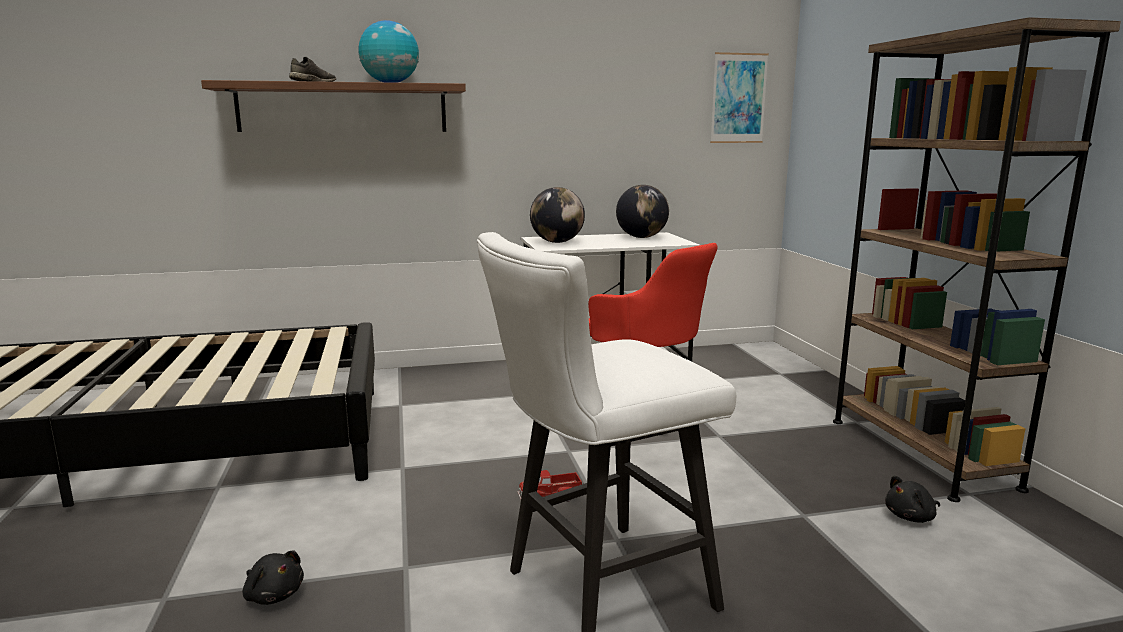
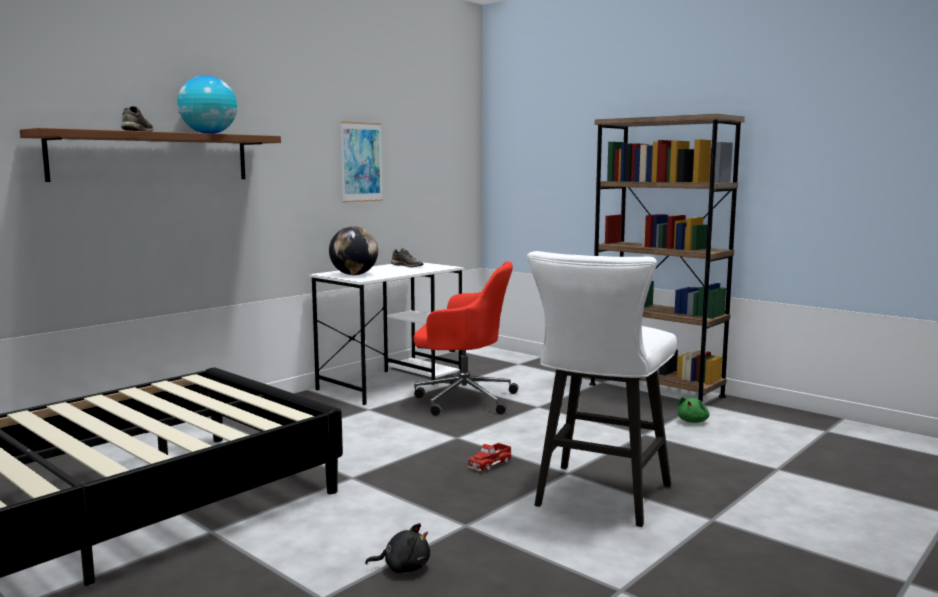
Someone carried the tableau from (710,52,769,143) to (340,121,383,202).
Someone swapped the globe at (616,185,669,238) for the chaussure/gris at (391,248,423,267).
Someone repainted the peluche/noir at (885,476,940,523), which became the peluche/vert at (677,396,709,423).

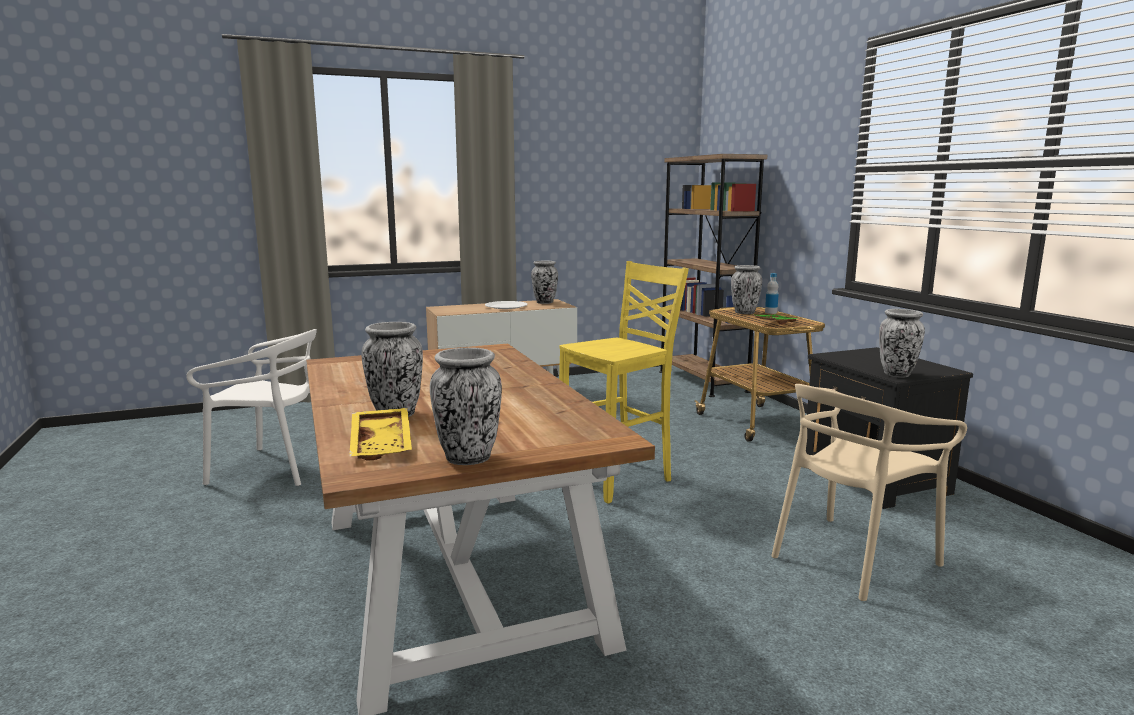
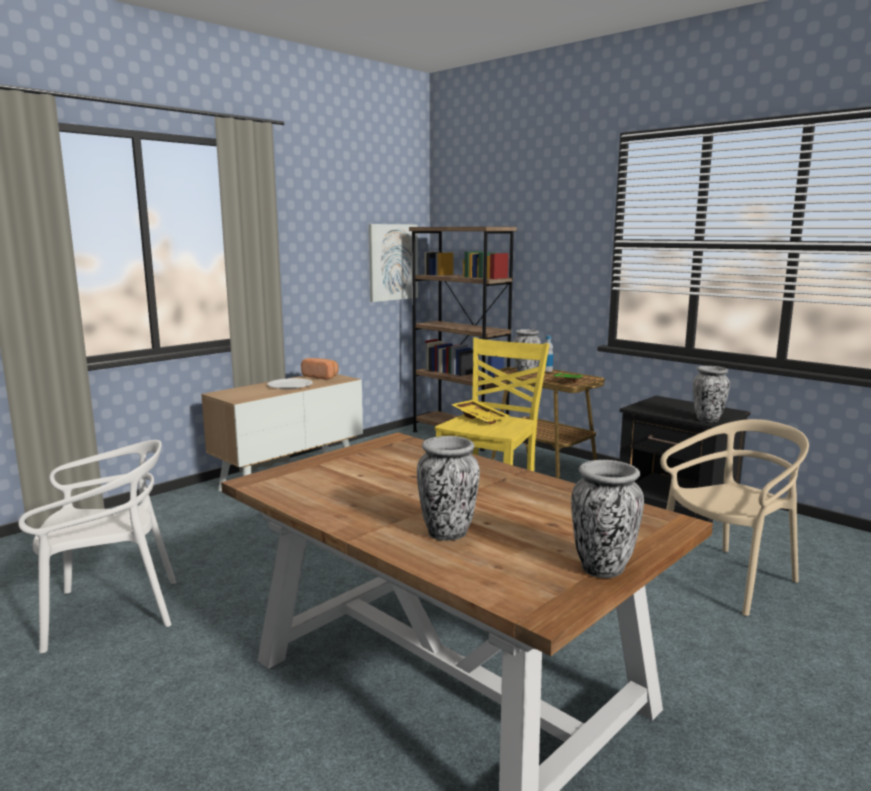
Someone put up the tableau at (368,224,418,302).
Someone carried the plateau/jaune from (349,408,412,461) to (451,400,510,424).
Someone swapped the vase at (531,261,558,304) for the pain at (301,358,339,380).
Someone rotated the chaise/beige at (771,384,967,601) by 150 degrees counterclockwise.

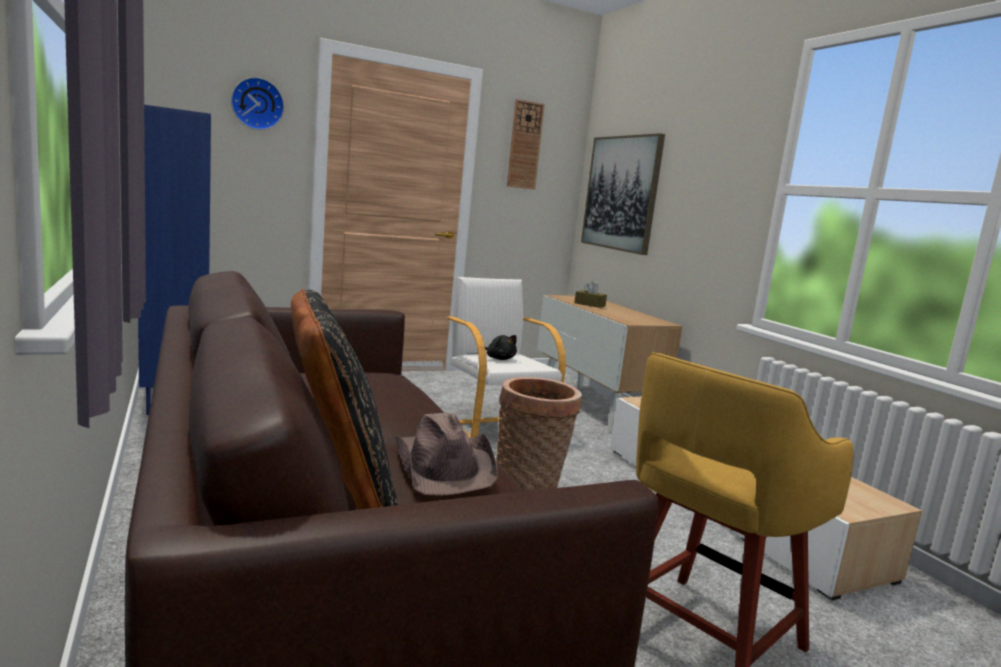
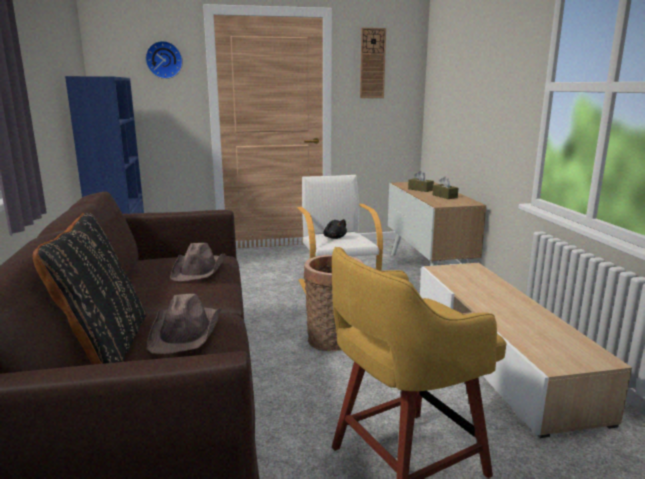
Someone took away the tableau at (581,133,665,255).
Someone put down the chapeau/marron at (170,243,226,281).
Someone put down the boîte à mouchoirs/marron at (432,176,458,199).

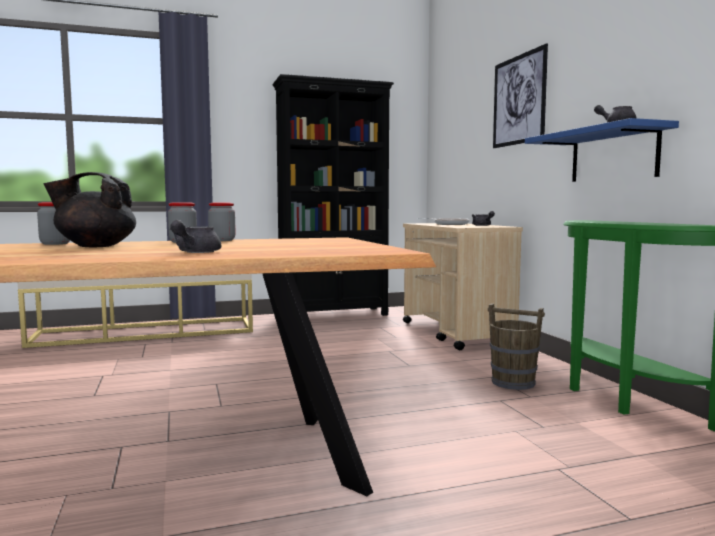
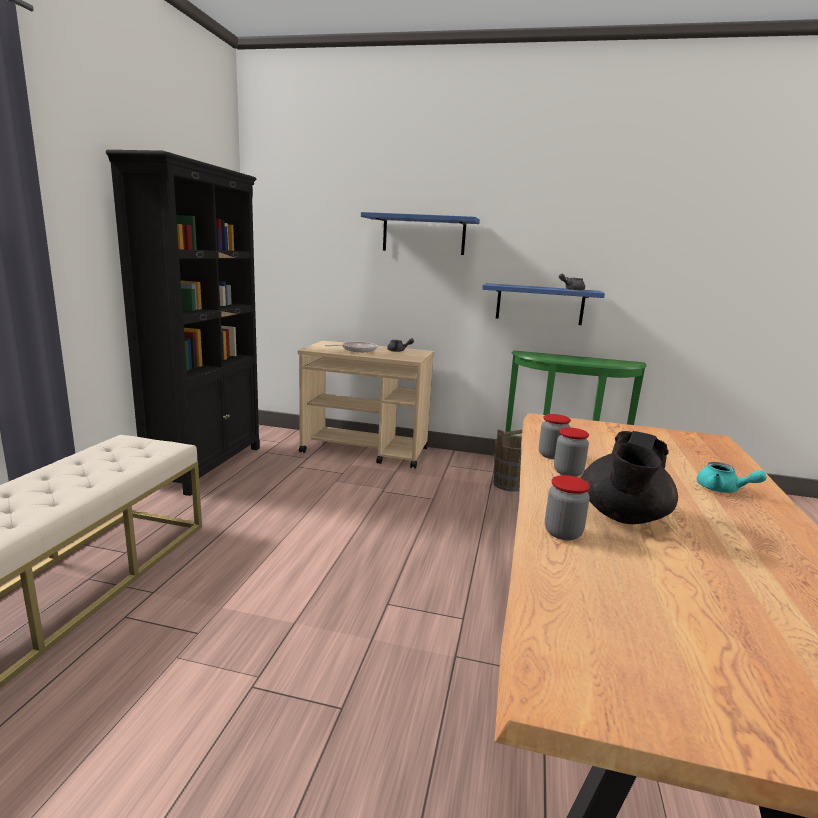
Someone swapped the tableau at (493,43,548,148) for the étagère/bleu at (361,212,480,255).
Someone repainted the théière/gris at (170,220,221,253), which became the théière/turquoise at (697,462,767,493).

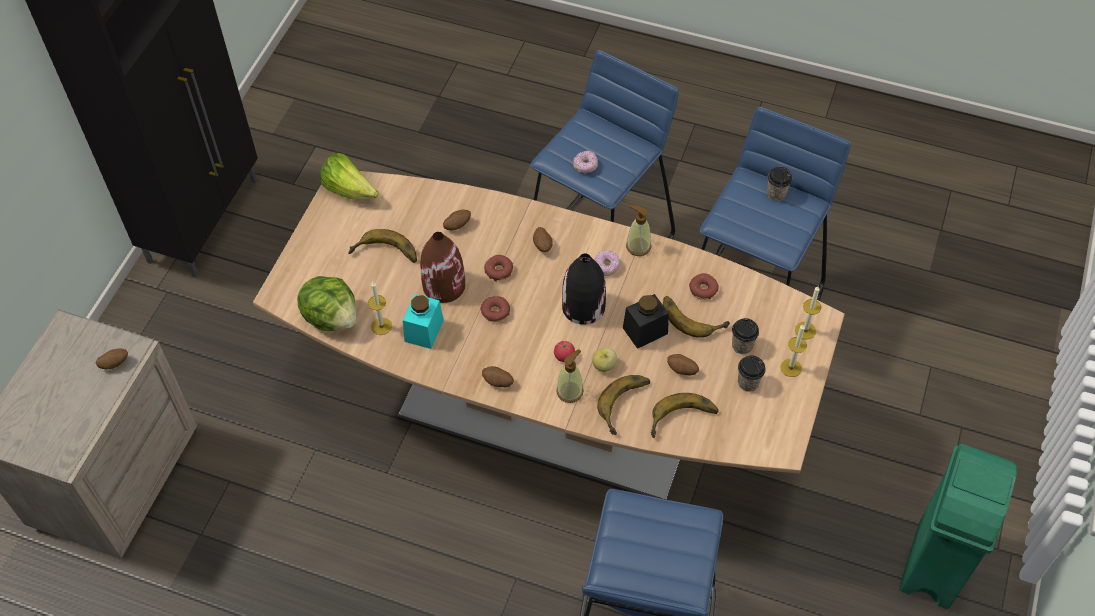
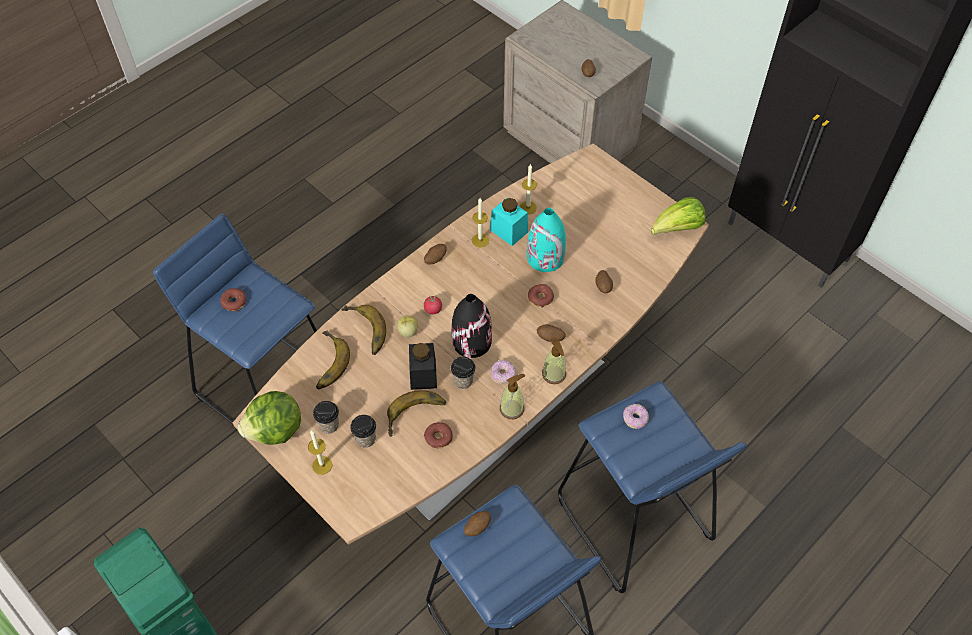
Someone took away the banane at (348,229,417,263).
Someone carried the laitue from (297,276,356,331) to (238,391,301,445).
Someone carried the beignet from (480,296,510,322) to (220,288,246,312).
Someone carried the distributeur de savon from (556,349,583,403) to (542,340,566,384).
Someone carried the pomme de terre from (667,354,699,376) to (464,511,491,536).
Someone carried the tasse from (767,167,792,201) to (451,357,475,389).
Someone carried the bougie from (795,286,821,339) to (472,198,489,248).
Someone repainted the vase/marron at (420,232,465,303), which became the vase/turquoise at (527,208,566,272).

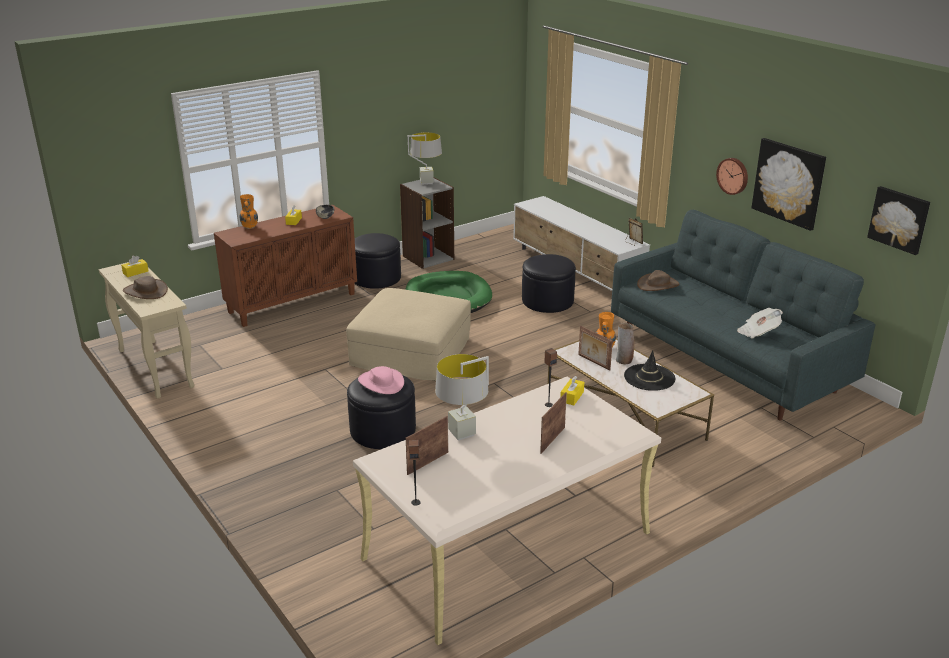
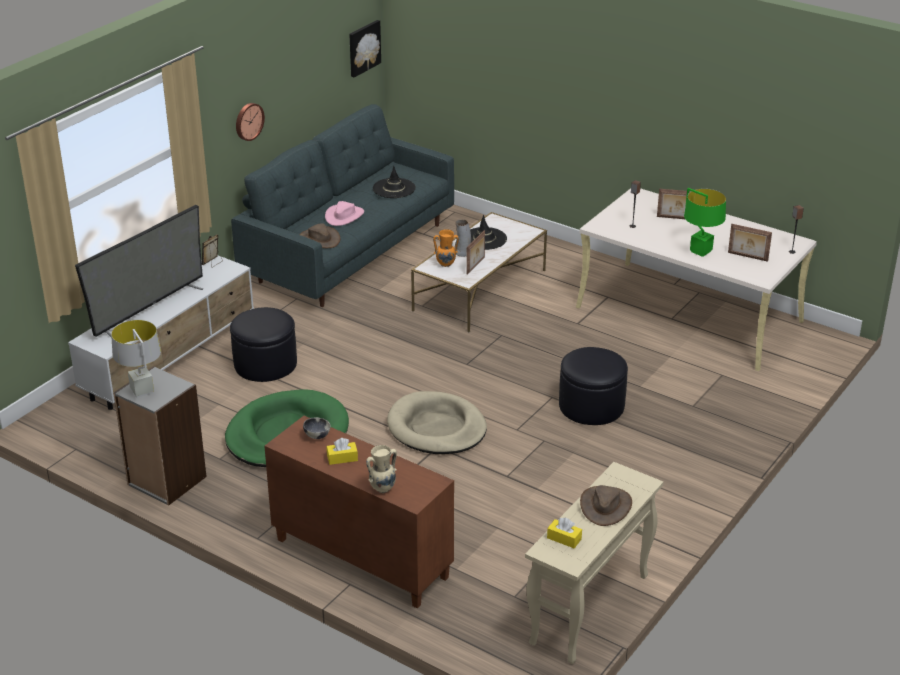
Someone took away the pouf/noir at (355,233,401,289).
Someone took away the boîte à mouchoirs/jaune at (560,376,584,405).
Someone took away the tableau at (751,138,826,231).
Someone put down the téléviseur at (75,205,203,338).
Someone carried the chapeau/rose from (358,366,404,394) to (325,201,364,226).
Someone swapped the pouf/beige at (346,288,471,381) for the panier pour chien/beige at (387,391,487,454).
Someone swapped the journal at (737,308,783,339) for the chapeau/noir at (373,166,416,198).
Someone repainted the vase/orange at (240,194,258,229), which became the vase/beige at (366,445,397,493).
Someone repainted the lampe de table/gris at (435,354,489,441), which became the lampe de table/vert at (684,188,726,257).

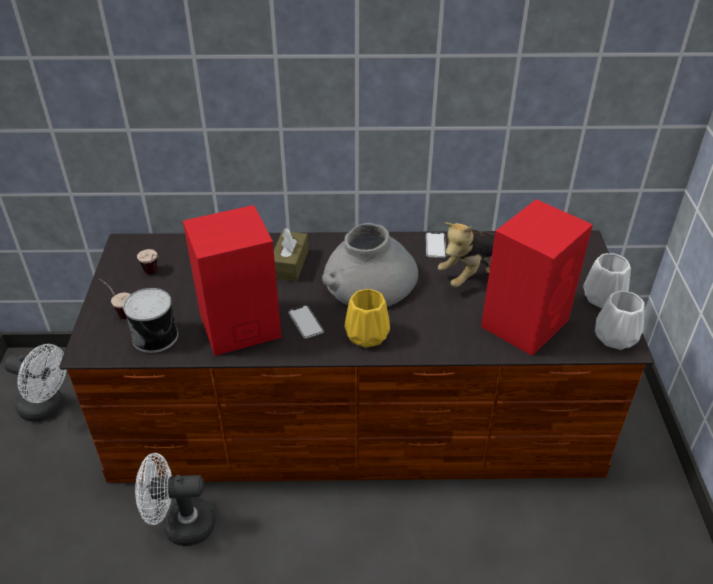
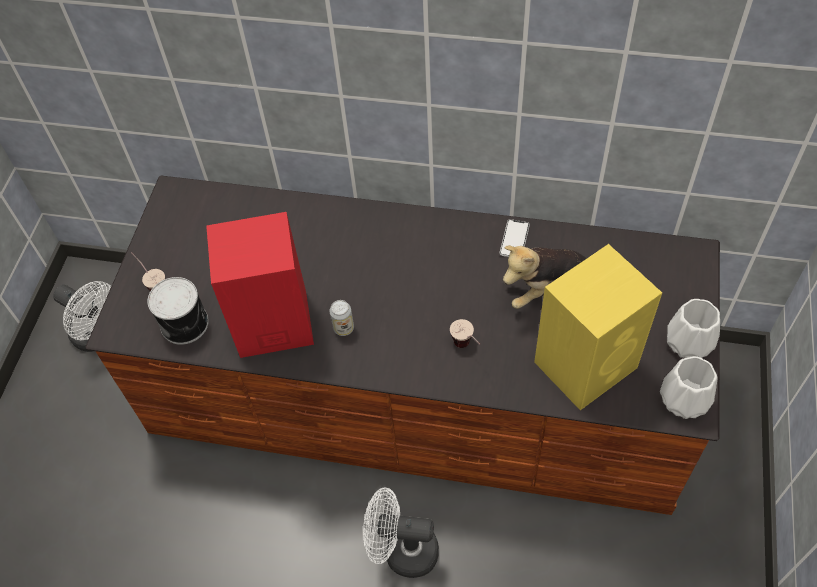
Someone took away the boîte à mouchoirs/marron at (274,228,309,281).
Someone took away the vase/gris at (322,223,418,307).
Someone took away the vase/jaune at (344,289,390,348).
Someone carried the ventilateur/blanc from (135,453,215,546) to (363,487,439,578).
Someone carried the tasse from (137,249,159,274) to (450,319,480,348).
Someone swapped the téléphone at (288,305,324,339) for the boîte métallique at (330,300,354,336).
Someone repainted the enceinte/rouge at (481,199,593,356), which became the enceinte/jaune at (534,244,662,410).

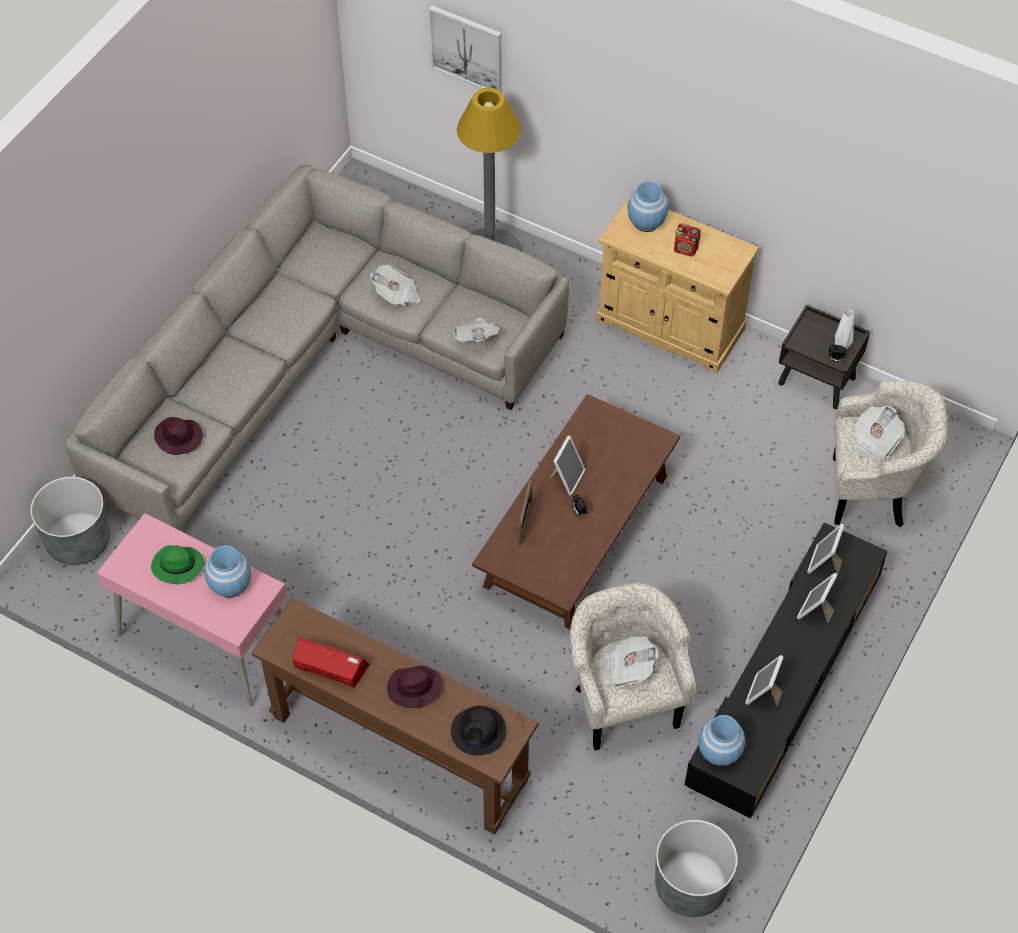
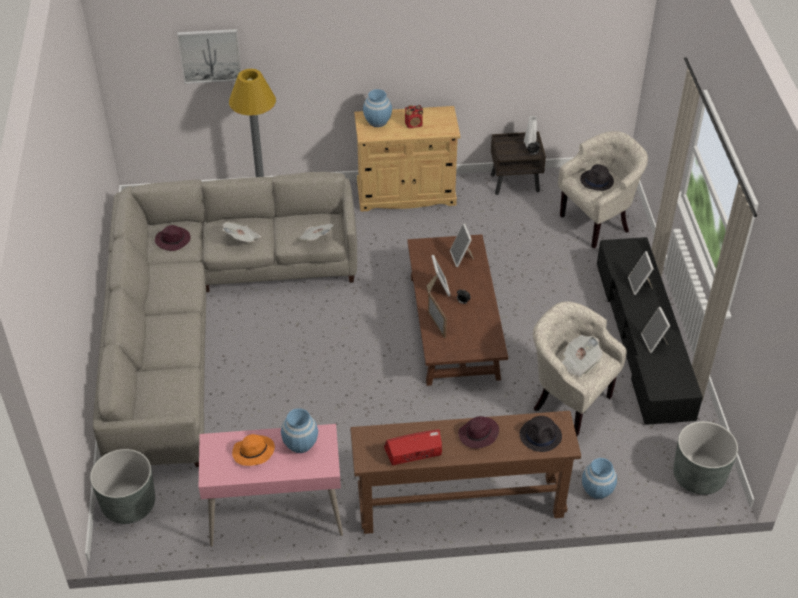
Someone carried the chapeau/violet from (154,417,203,455) to (155,225,191,251).
Someone carried the vase/bleu from (698,715,746,766) to (582,458,617,499).
Someone carried the cadre photo from (807,524,844,574) to (450,223,474,267).
Someone swapped the journal at (852,406,905,461) for the chapeau/noir at (580,164,614,191).
Someone repainted the chapeau/vert at (151,545,204,584), which became the chapeau/orange at (232,434,275,466).

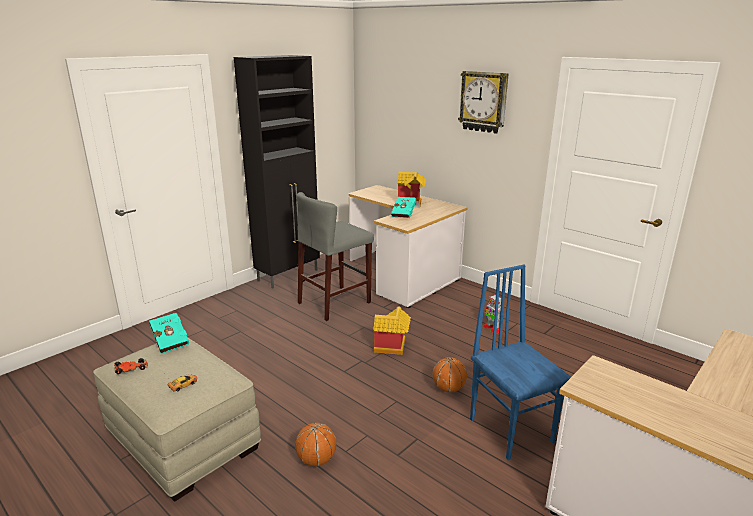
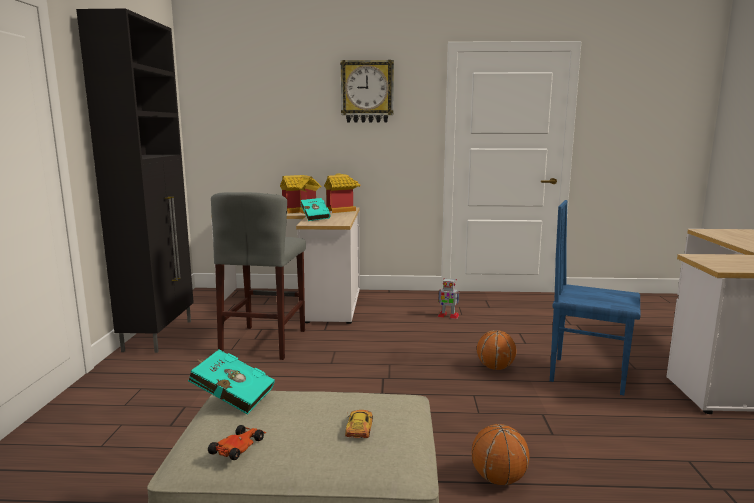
Someone carried the maison miniature from (373,306,411,355) to (324,173,361,213).

